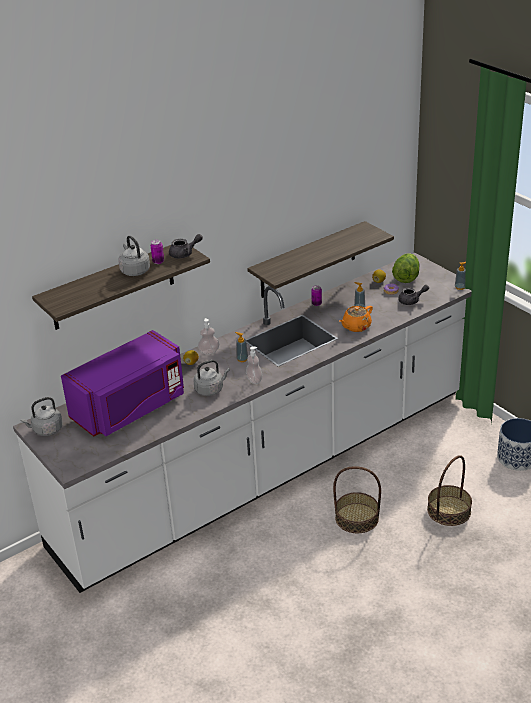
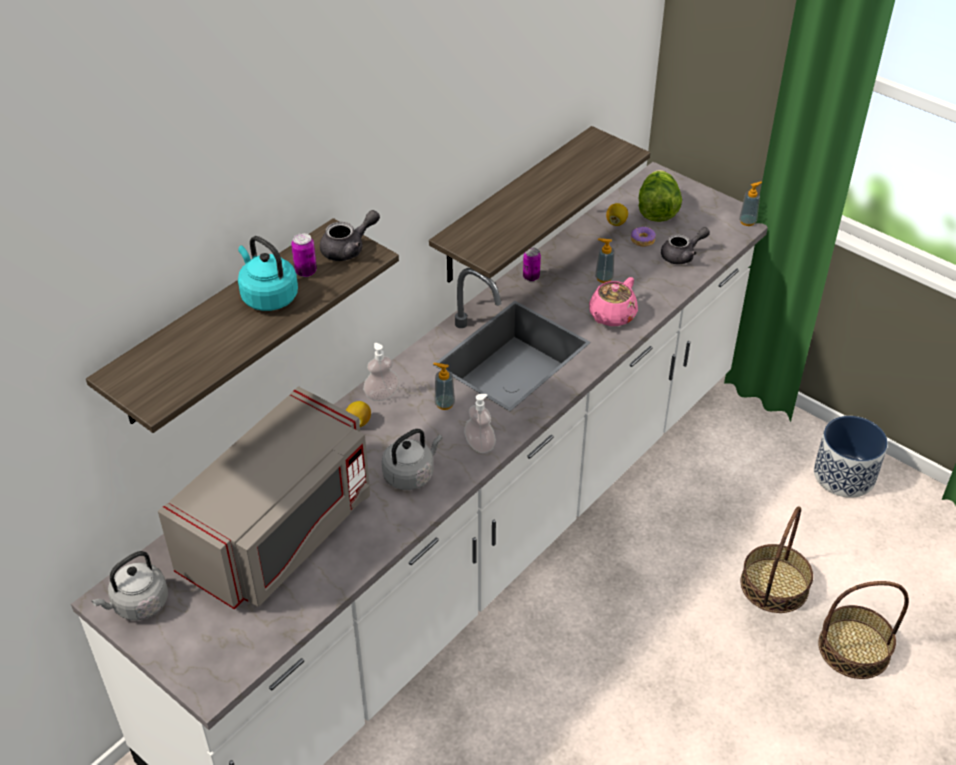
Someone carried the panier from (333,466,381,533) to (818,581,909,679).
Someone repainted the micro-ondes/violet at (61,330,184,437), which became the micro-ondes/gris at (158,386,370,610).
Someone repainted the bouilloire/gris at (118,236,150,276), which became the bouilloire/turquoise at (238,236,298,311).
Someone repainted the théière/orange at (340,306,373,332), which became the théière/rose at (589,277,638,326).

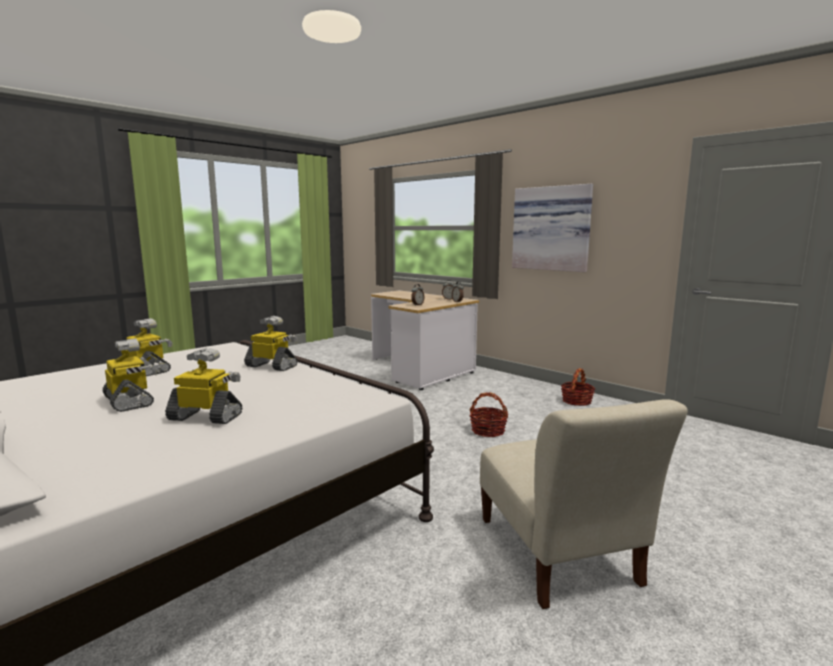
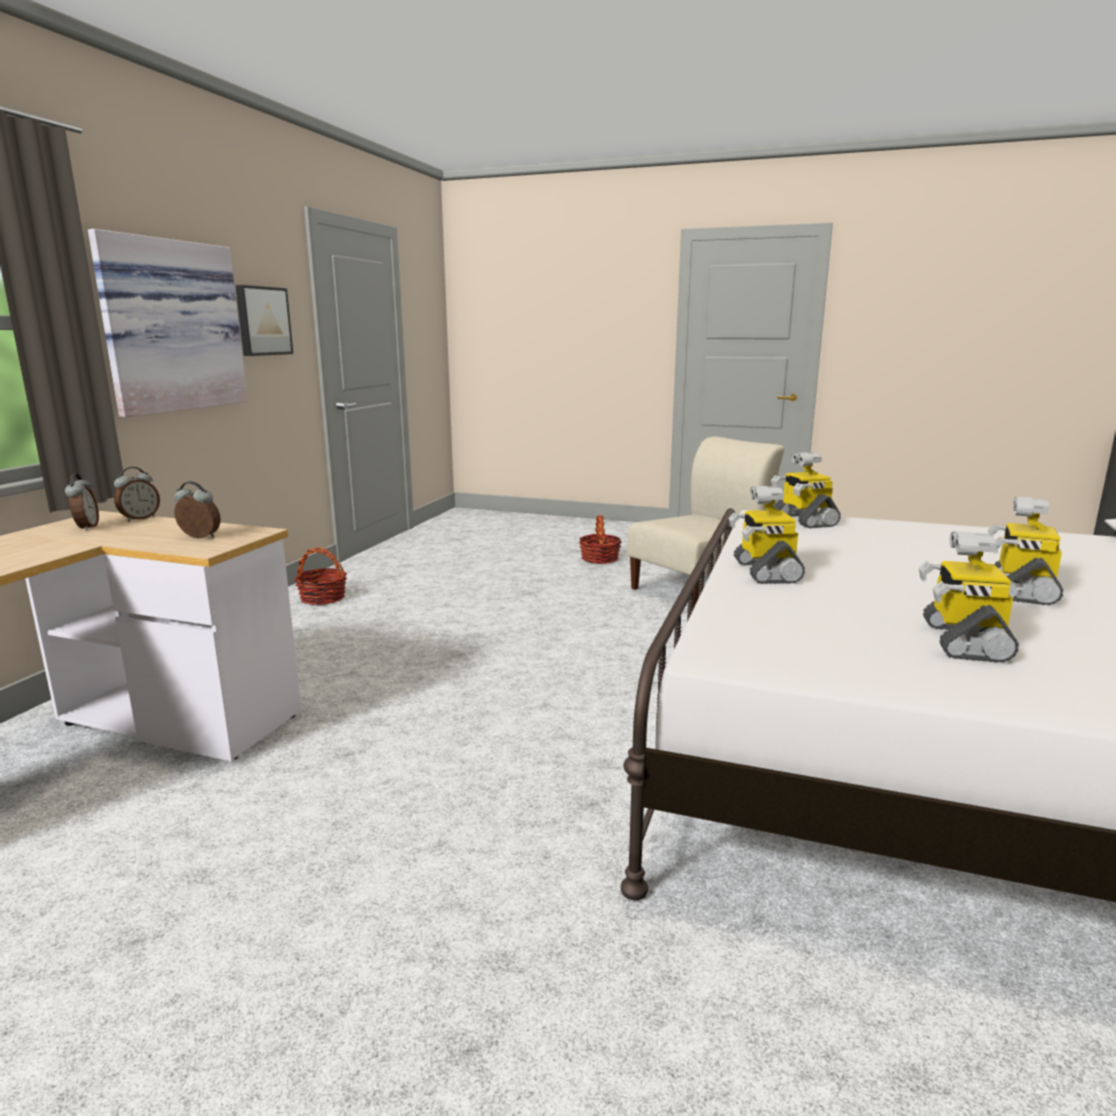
Someone put up the tableau at (235,285,293,356).
Someone carried the robot jouet from (165,348,242,424) to (771,452,840,528).
Someone carried the panier from (469,392,508,437) to (579,515,621,564).

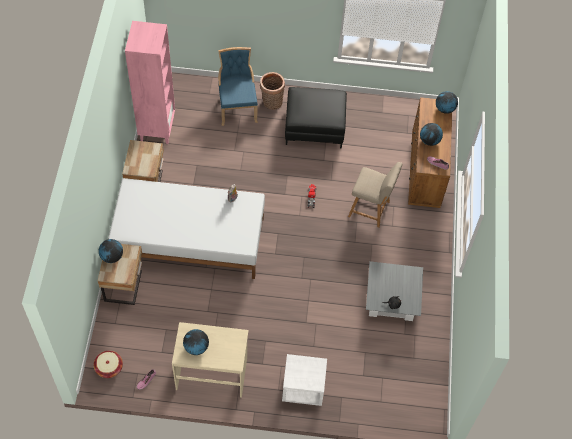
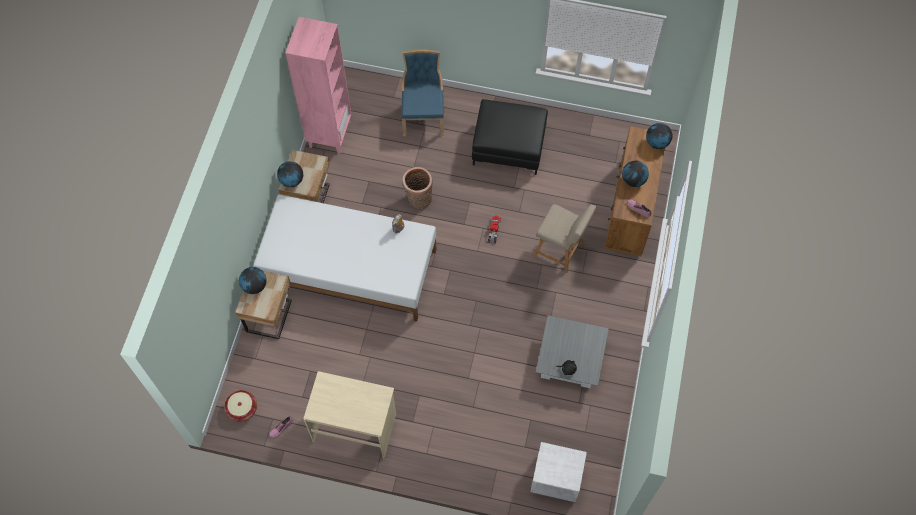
Someone carried the globe from (183,329,209,355) to (277,161,303,187).
Someone carried the panier from (260,72,285,110) to (403,167,433,209).
Someone carried the table de chevet/blanc from (282,354,327,406) to (530,442,587,502).

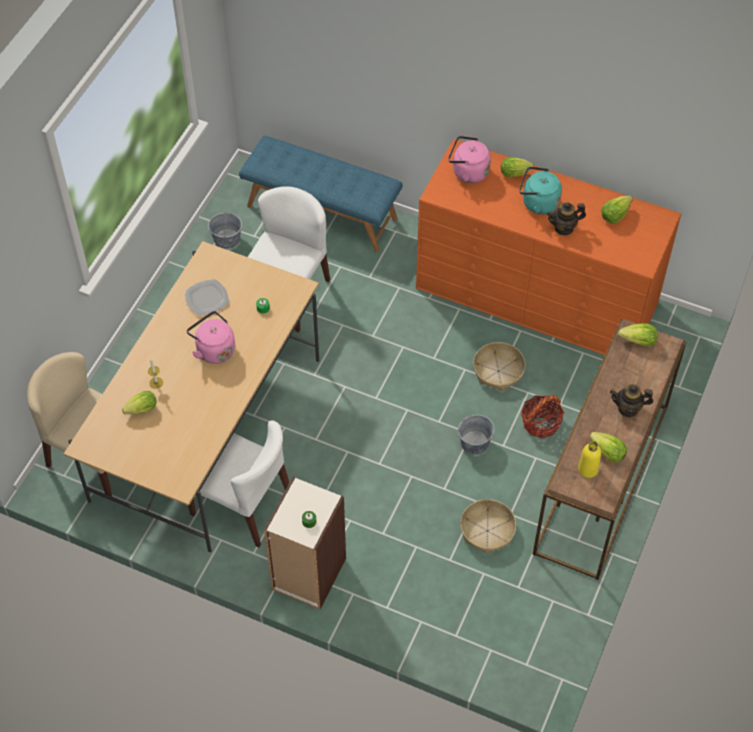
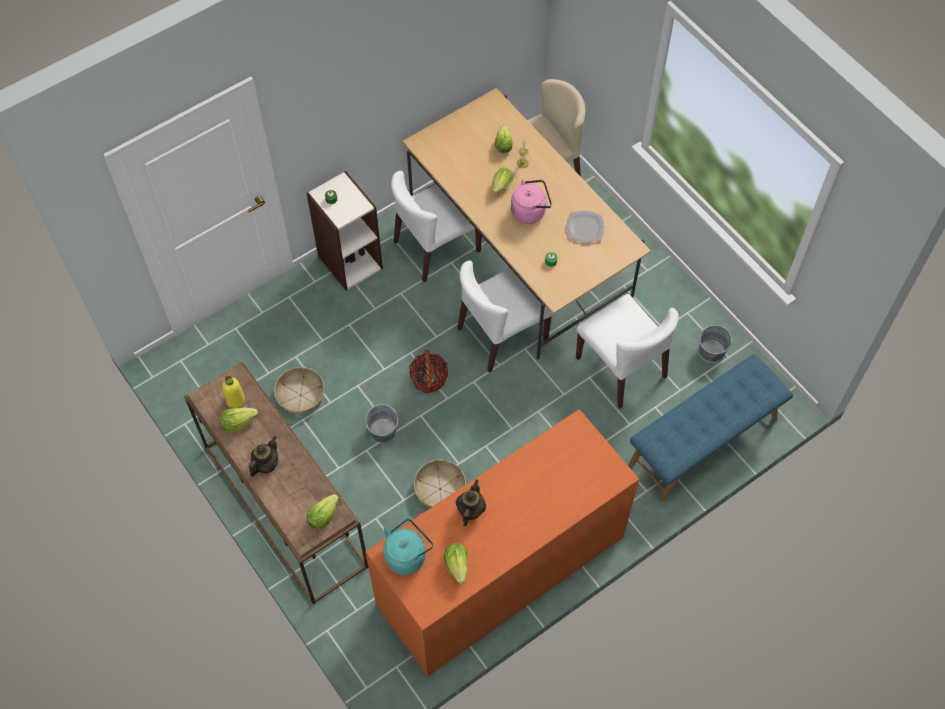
Someone took away the bouilloire/rose at (448,136,491,183).
Someone put down the chaise/blanc at (457,261,554,373).
Someone carried the laitue from (501,157,534,177) to (492,168,513,194).
Someone carried the bouilloire/turquoise from (519,166,562,214) to (383,519,433,575).
Someone carried the panier from (521,394,564,438) to (409,349,448,393).

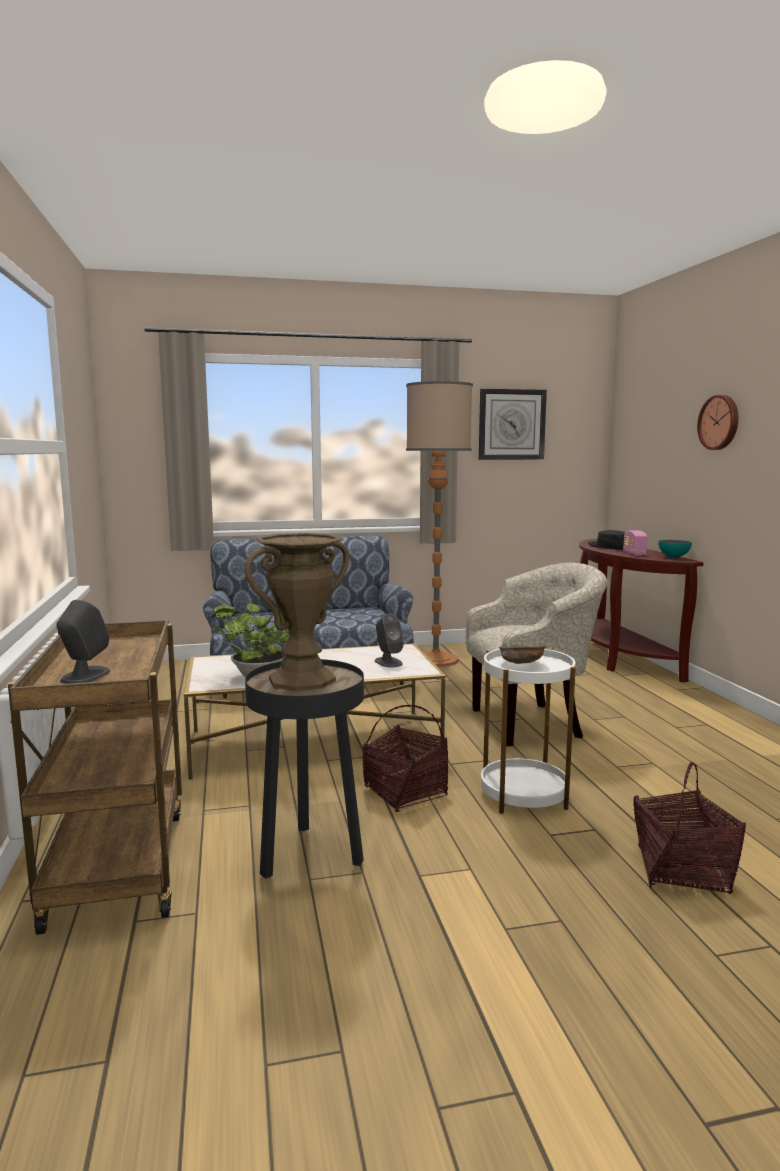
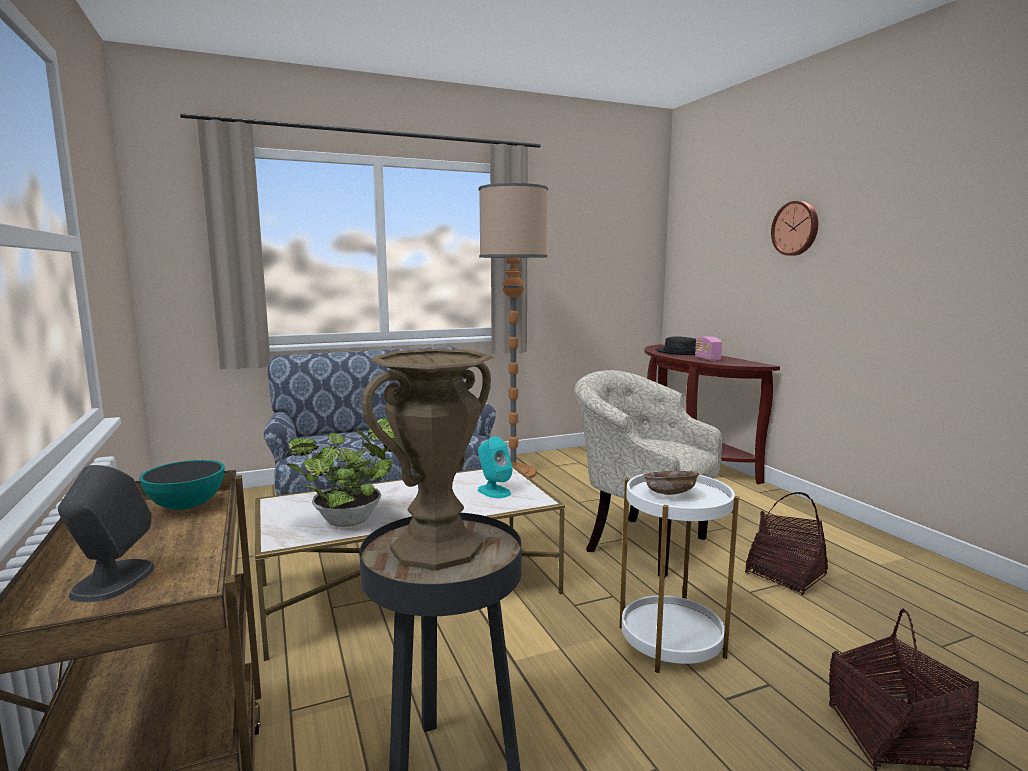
Someone took away the horloge murale at (479,389,547,460).
Someone carried the panier from (362,705,448,812) to (745,492,828,595).
Someone carried the bol from (658,540,692,557) to (139,460,225,510).
Someone repainted the enceinte/gris at (375,614,404,667), which became the enceinte/turquoise at (478,437,513,498).
Someone rotated the fauteuil/beige at (466,563,607,746) by 120 degrees counterclockwise.

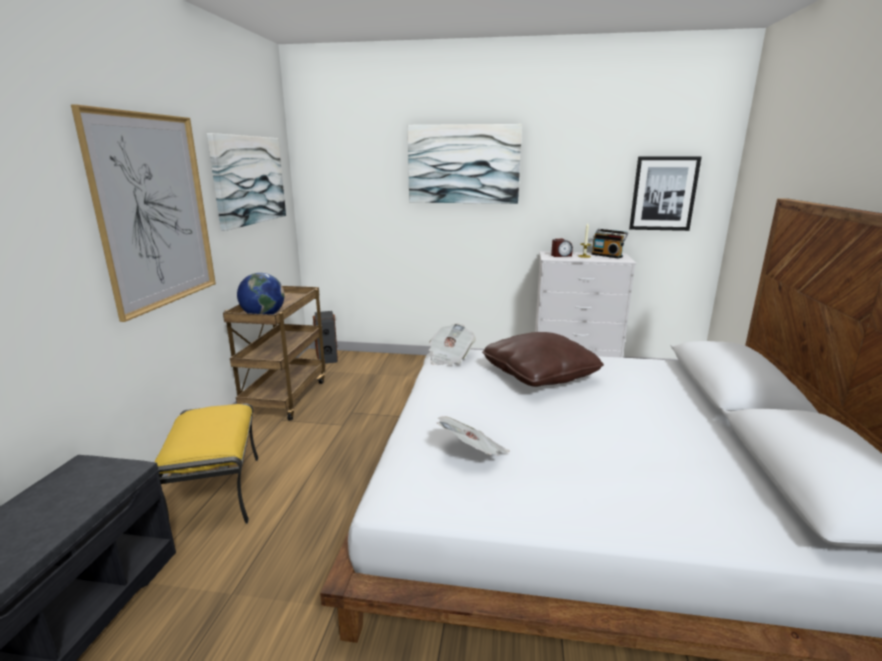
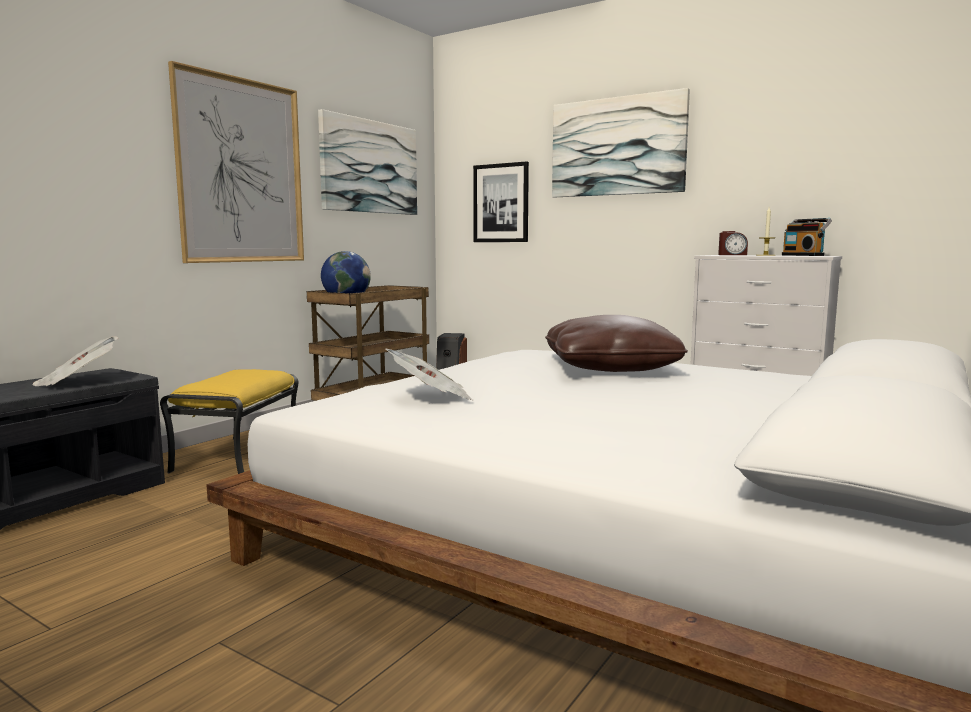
Someone carried the journal from (429,323,476,365) to (32,336,119,386).
Someone carried the tableau from (629,157,701,231) to (473,161,529,242).

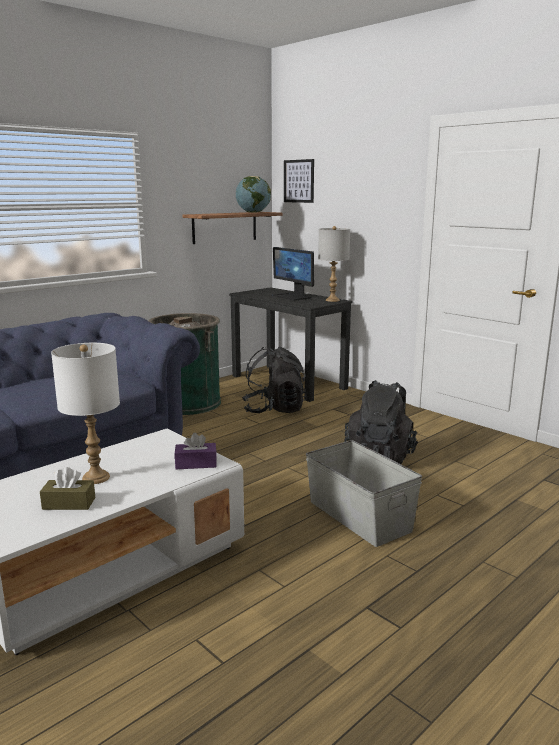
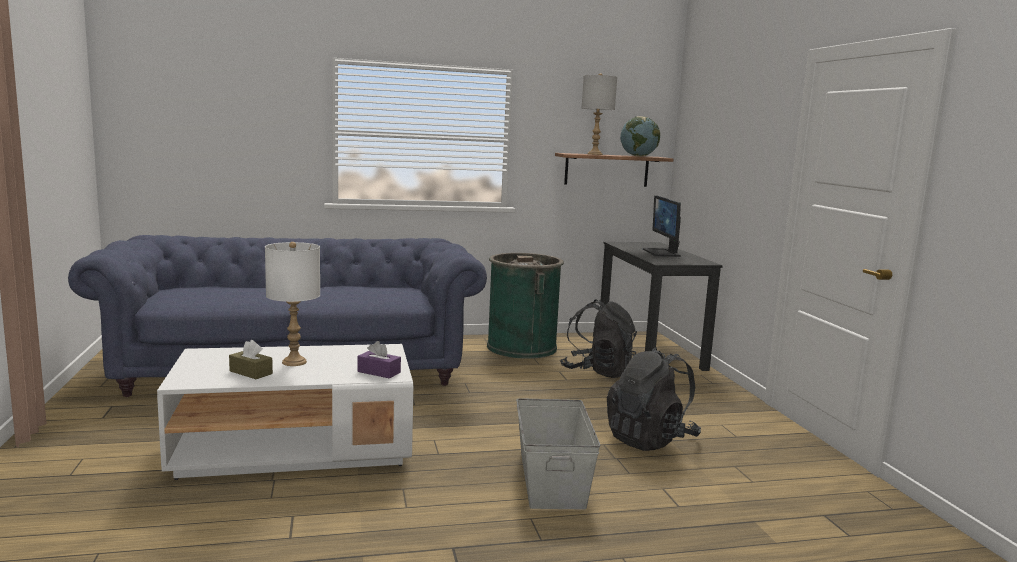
Someone took away the tableau at (284,159,314,203).
Someone carried the lampe de table/gris from (318,226,350,302) to (581,73,617,155).

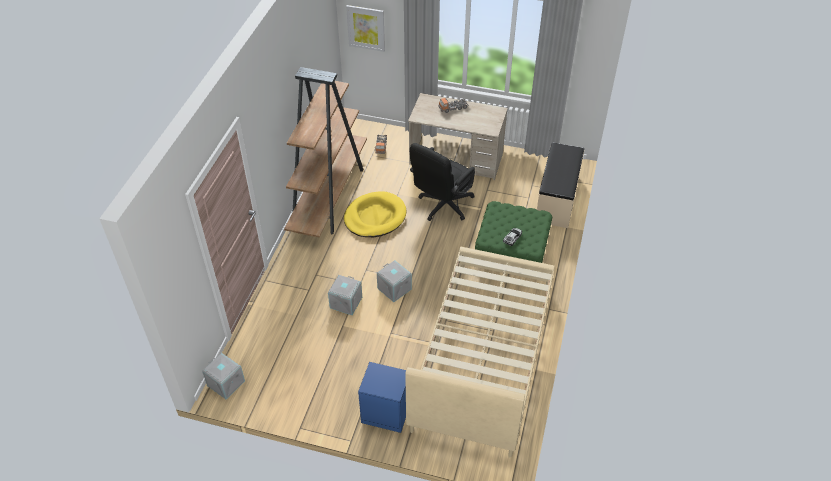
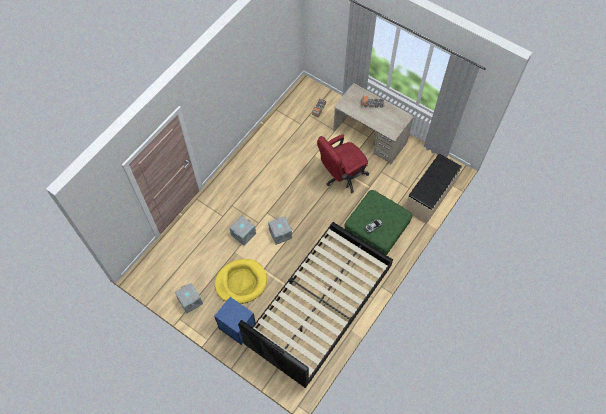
Someone took away the bibliothèque/marron at (284,67,367,238).
Someone took away the tableau at (346,5,385,52).
Someone carried the boîte de rangement/gris from (202,353,245,399) to (175,283,203,313).
Someone carried the panier pour chien/jaune from (344,191,406,237) to (215,259,267,304).
Someone repainted the lit/beige at (405,247,555,457), which became the lit/noir at (238,222,393,388).
Someone repainted the chaise de bureau/noir at (410,143,475,221), which became the chaise de bureau/rouge at (317,135,369,193).

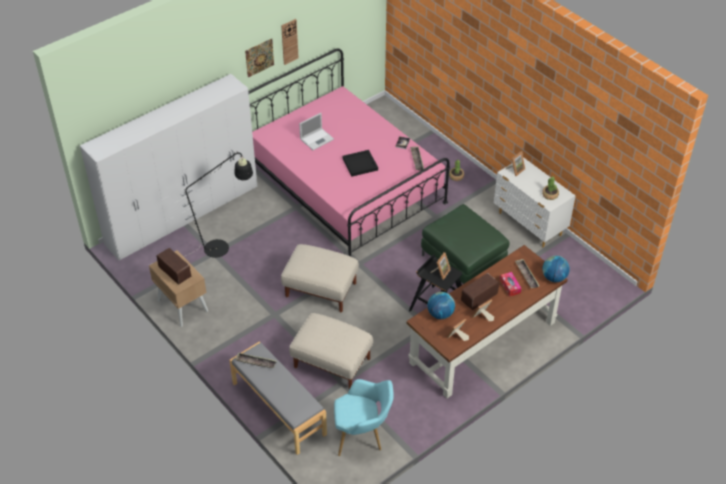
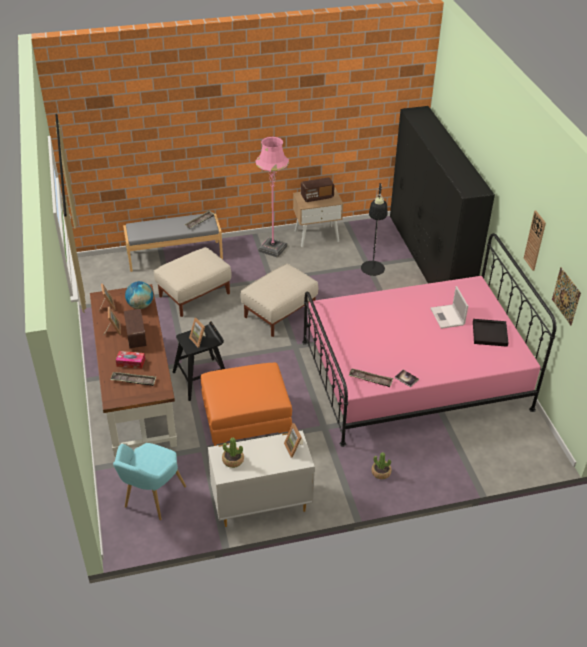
Someone took away the globe at (543,256,570,282).
Someone put down the lampadaire/rose at (256,136,289,258).
Someone carried the tableau from (245,39,274,77) to (552,267,581,325).
Someone carried the fauteuil/turquoise from (334,379,394,456) to (113,443,186,520).
Someone carried the plateau/noir from (343,150,378,177) to (473,319,508,347).
Someone repainted the armoire/blanc at (80,74,257,260), which became the armoire/noir at (390,106,495,284).
Someone repainted the pouf/vert at (421,204,510,284), which became the pouf/orange at (201,363,292,446).

